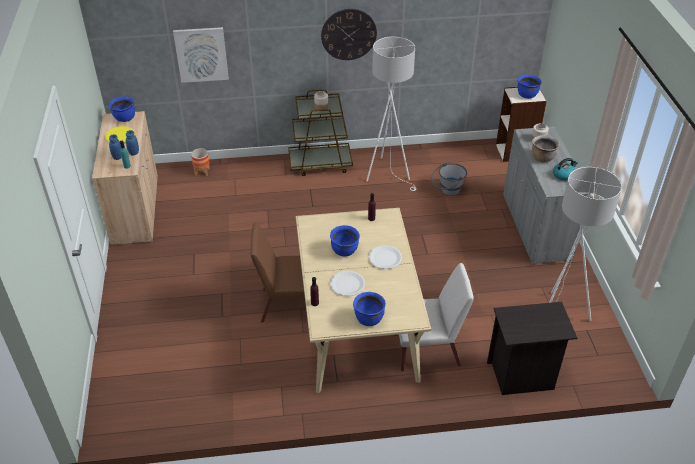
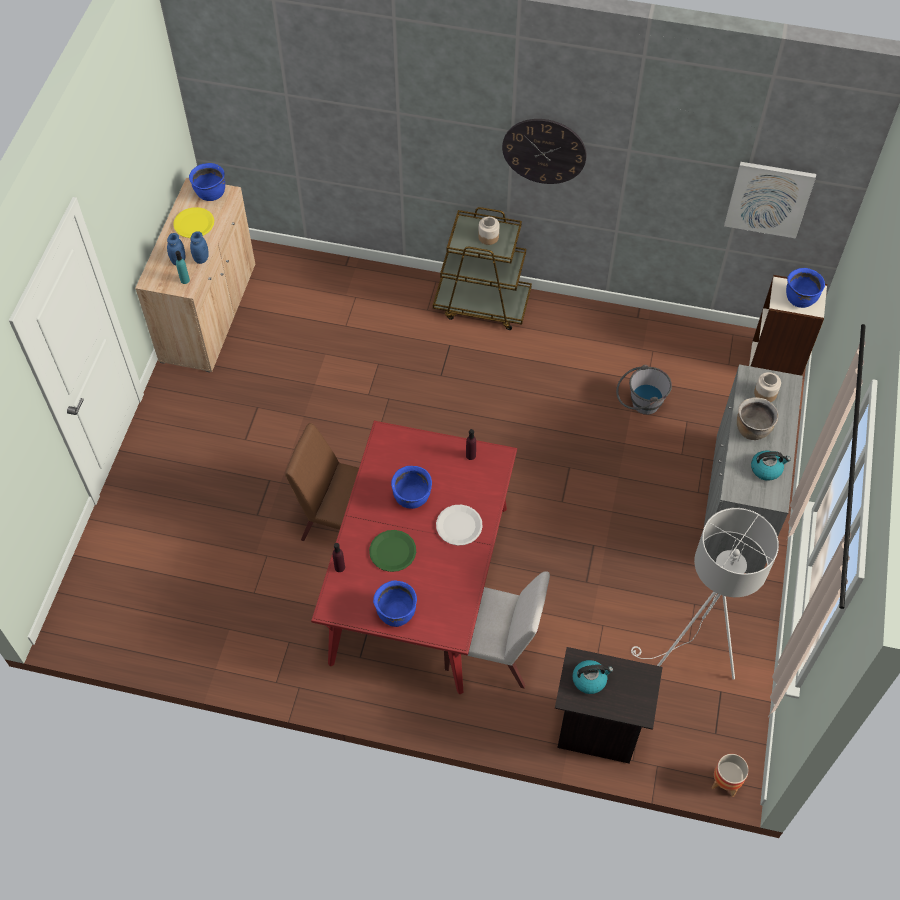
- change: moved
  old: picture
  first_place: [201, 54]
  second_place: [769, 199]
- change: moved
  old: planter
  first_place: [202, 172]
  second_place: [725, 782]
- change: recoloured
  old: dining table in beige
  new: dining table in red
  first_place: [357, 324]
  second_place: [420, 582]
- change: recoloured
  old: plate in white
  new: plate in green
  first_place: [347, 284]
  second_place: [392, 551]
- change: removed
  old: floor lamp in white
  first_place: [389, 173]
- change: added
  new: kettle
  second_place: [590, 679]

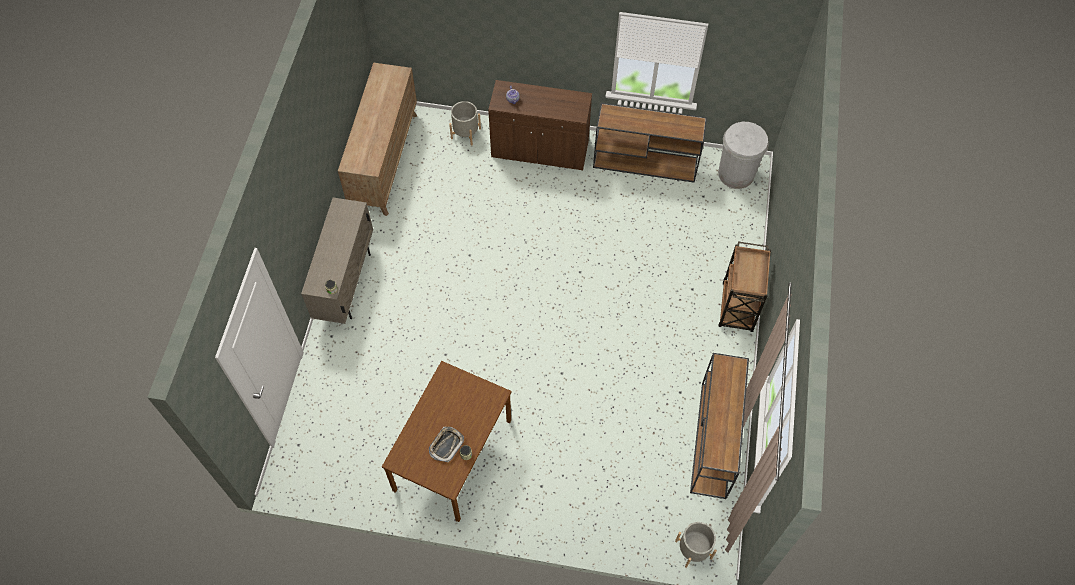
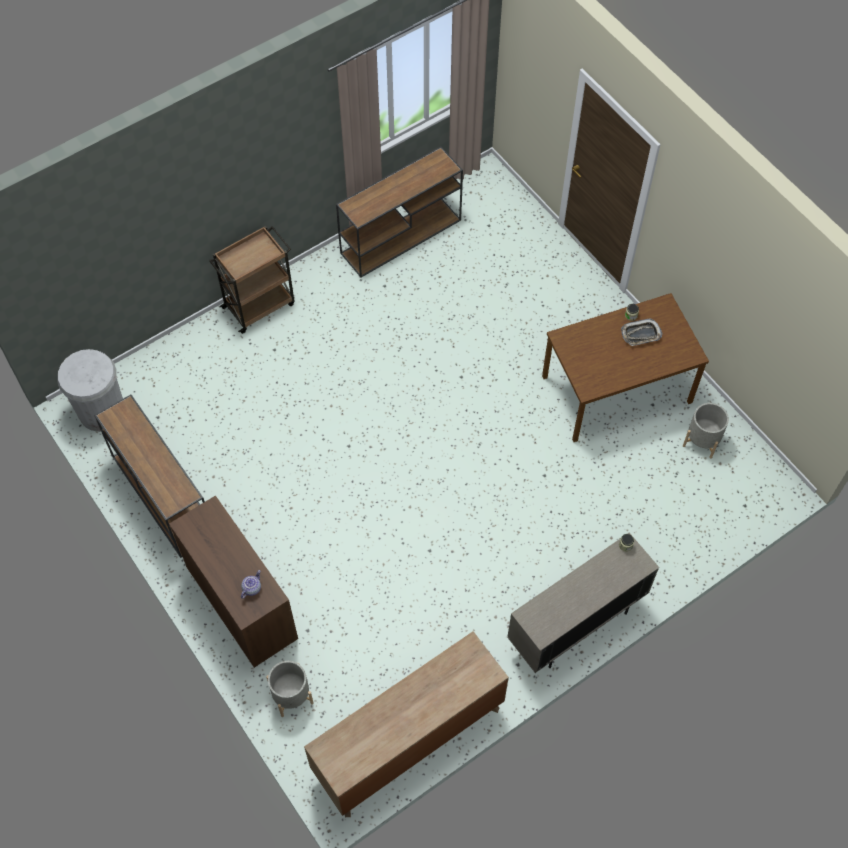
- change: moved
  old: planter in grey
  first_place: [693, 549]
  second_place: [702, 440]

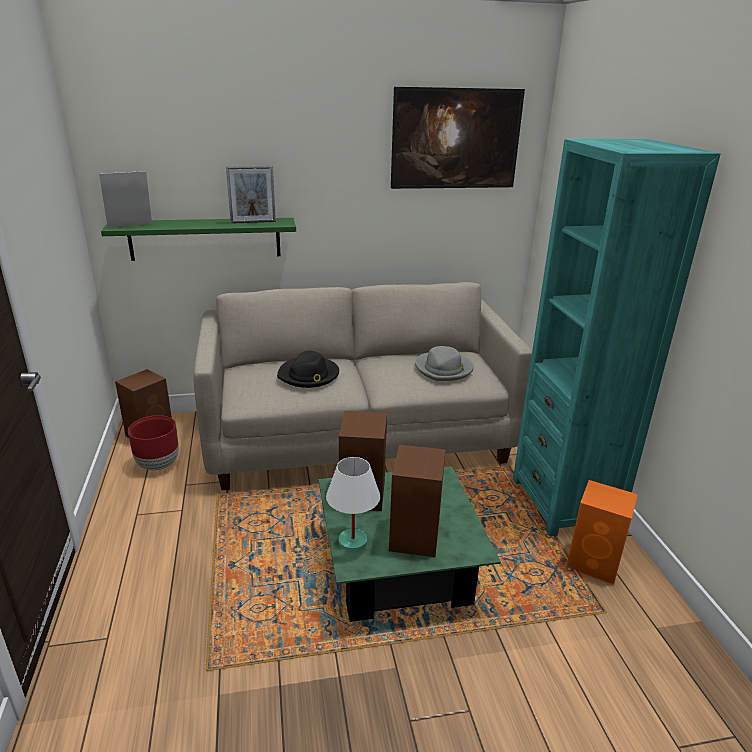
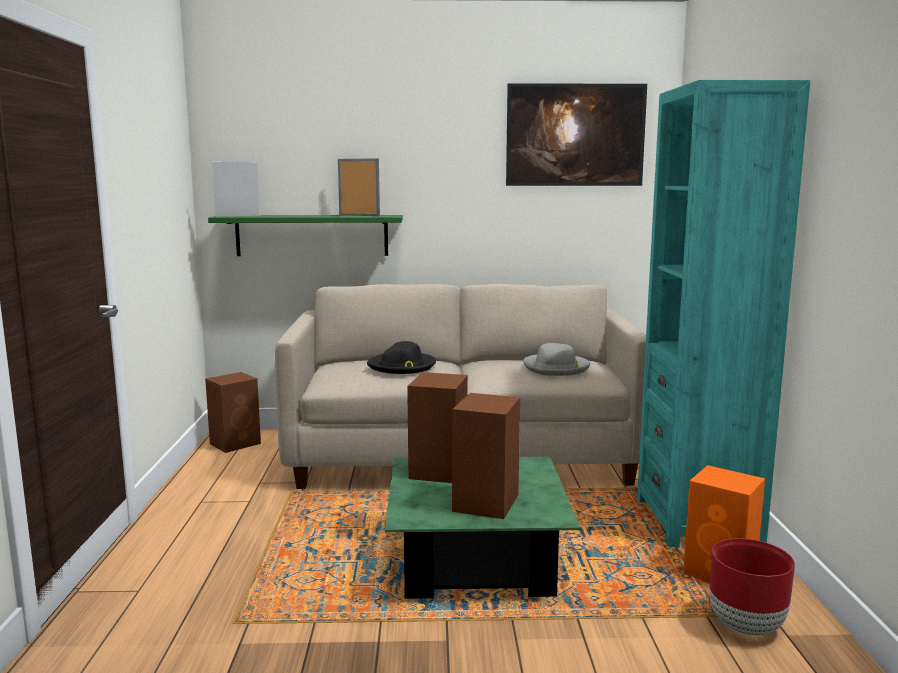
- change: moved
  old: planter in red
  first_place: [157, 465]
  second_place: [745, 626]
- change: turned
  old: picture frame
  first_place: [253, 222]
  second_place: [359, 215]
  degrees: -150
- change: removed
  old: table lamp in white
  first_place: [352, 541]

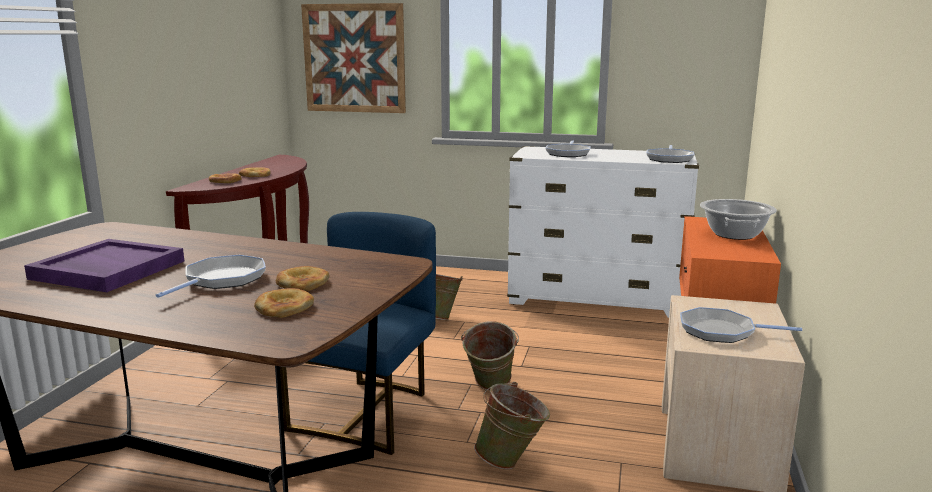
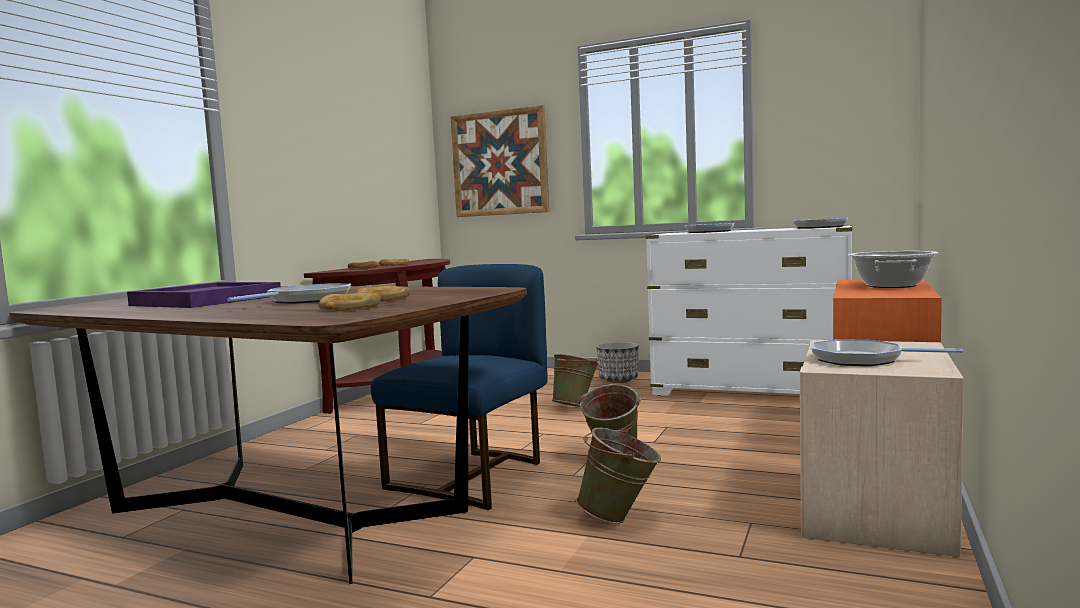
- change: added
  new: planter
  second_place: [618, 380]

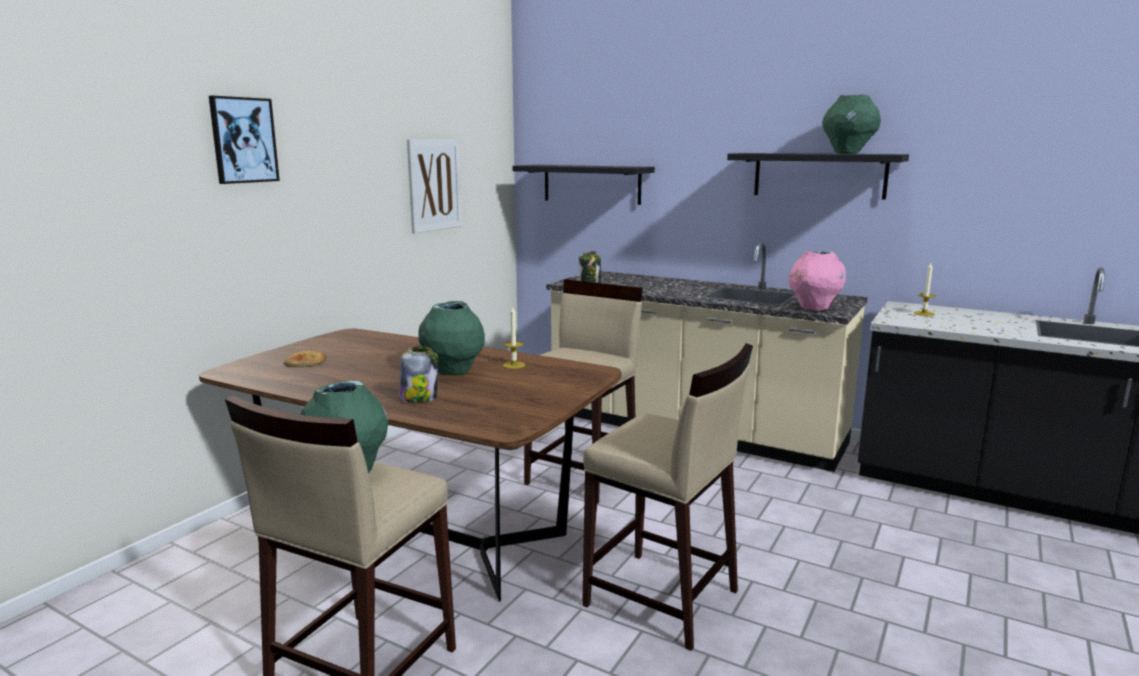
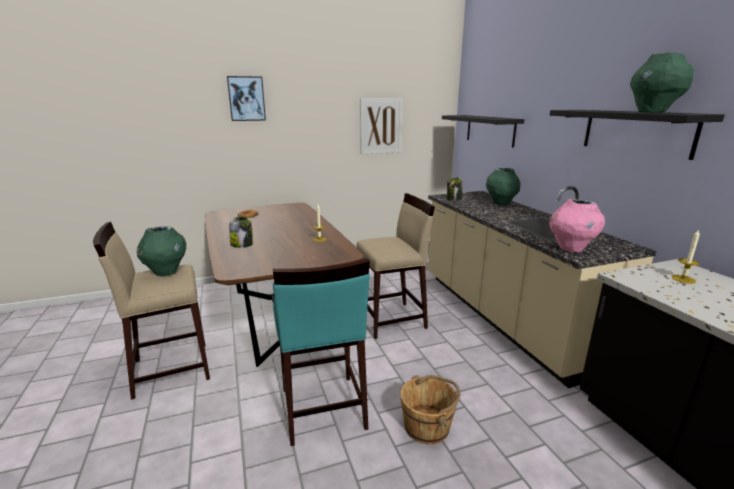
- change: moved
  old: vase in green
  first_place: [453, 372]
  second_place: [501, 203]
- change: recoloured
  old: stool in beige
  new: stool in turquoise
  first_place: [662, 599]
  second_place: [322, 409]
- change: added
  new: bucket in brown
  second_place: [427, 426]

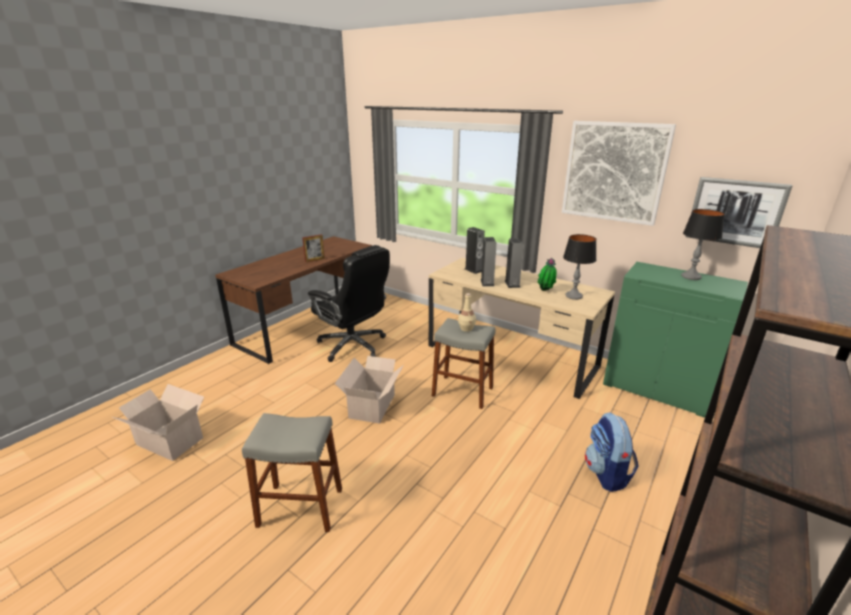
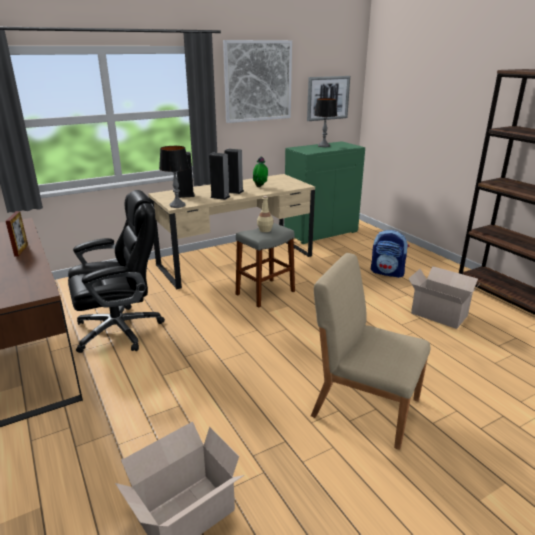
- change: replaced
  old: stool in grey
  new: chair in beige
  first_place: [300, 507]
  second_place: [364, 406]
- change: moved
  old: cardboard box
  first_place: [373, 405]
  second_place: [437, 314]
- change: moved
  old: table lamp
  first_place: [574, 296]
  second_place: [177, 205]

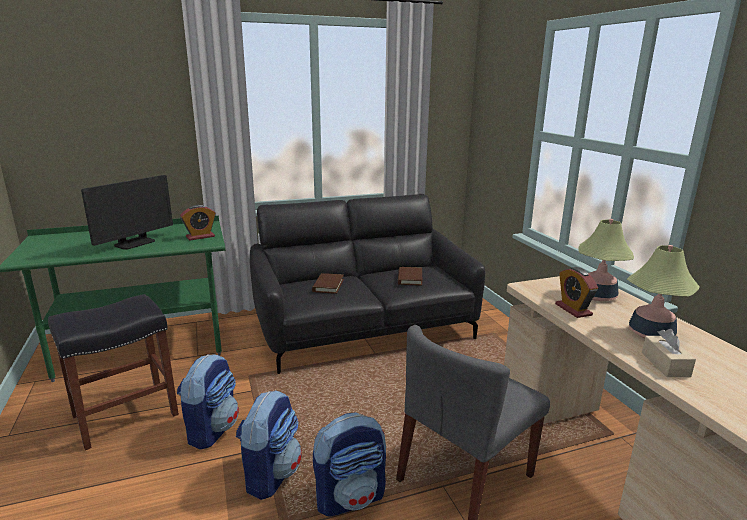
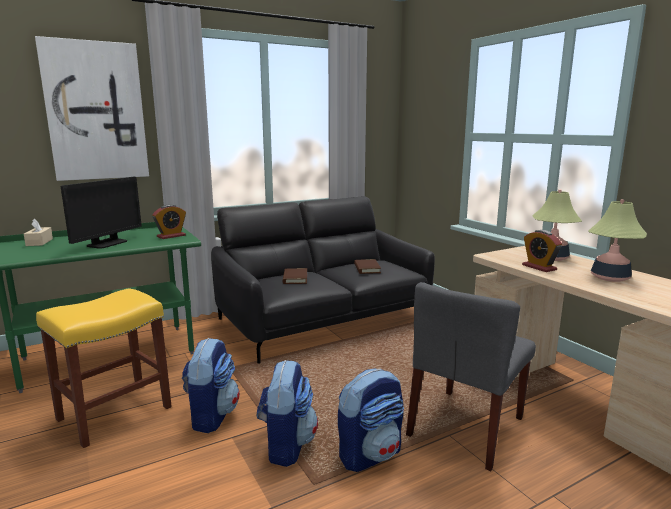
- change: recoloured
  old: stool in black
  new: stool in yellow
  first_place: [124, 416]
  second_place: [113, 414]
- change: moved
  old: tissue box in beige
  first_place: [665, 364]
  second_place: [39, 242]
- change: added
  new: picture
  second_place: [96, 111]

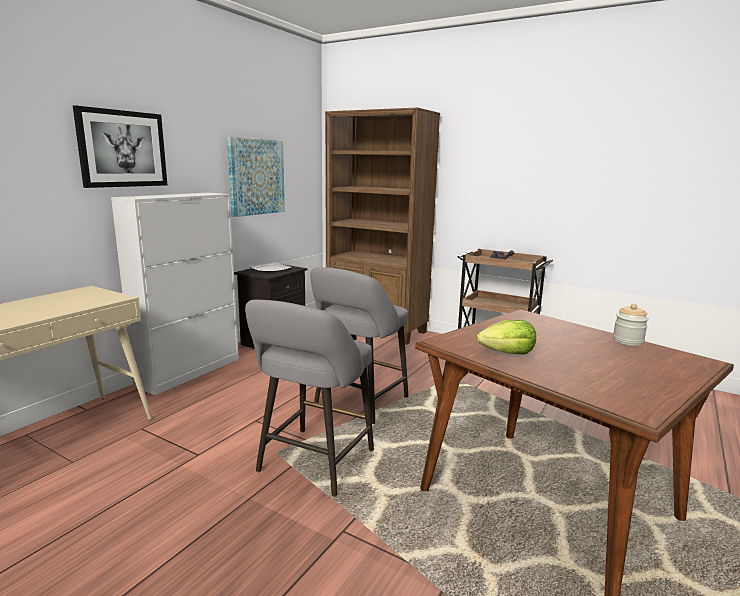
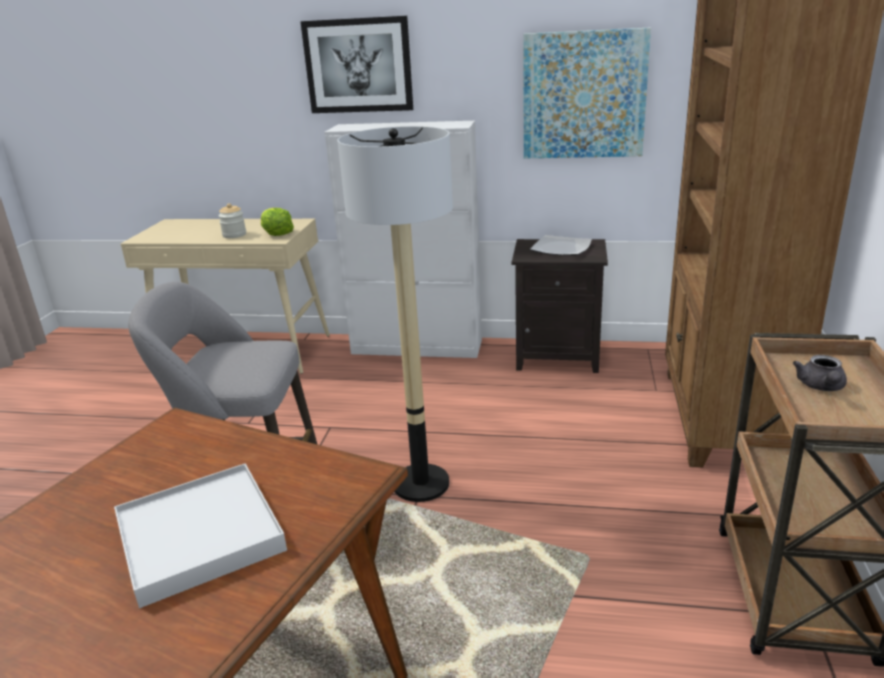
- change: replaced
  old: stool in grey
  new: floor lamp
  first_place: [358, 403]
  second_place: [420, 483]
- change: moved
  old: lettuce
  first_place: [507, 353]
  second_place: [276, 233]
- change: moved
  old: jar
  first_place: [627, 341]
  second_place: [234, 235]
- change: added
  new: tray in white
  second_place: [199, 536]

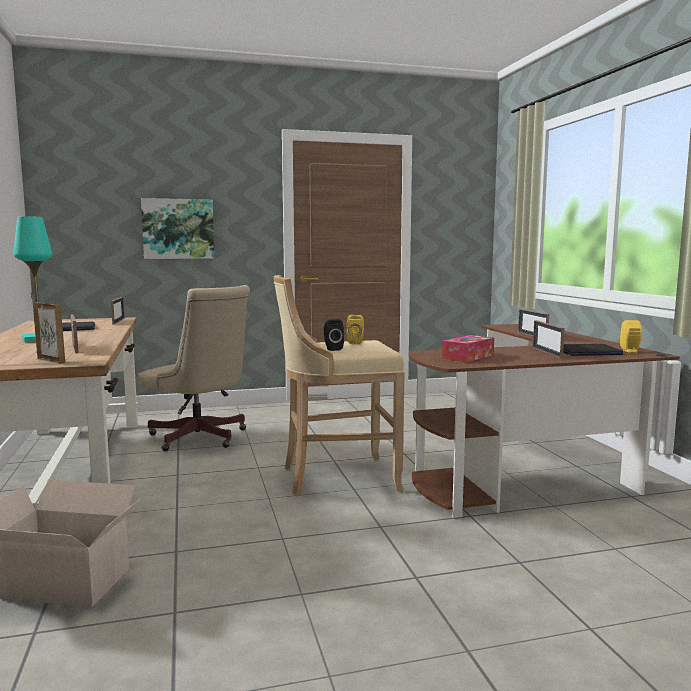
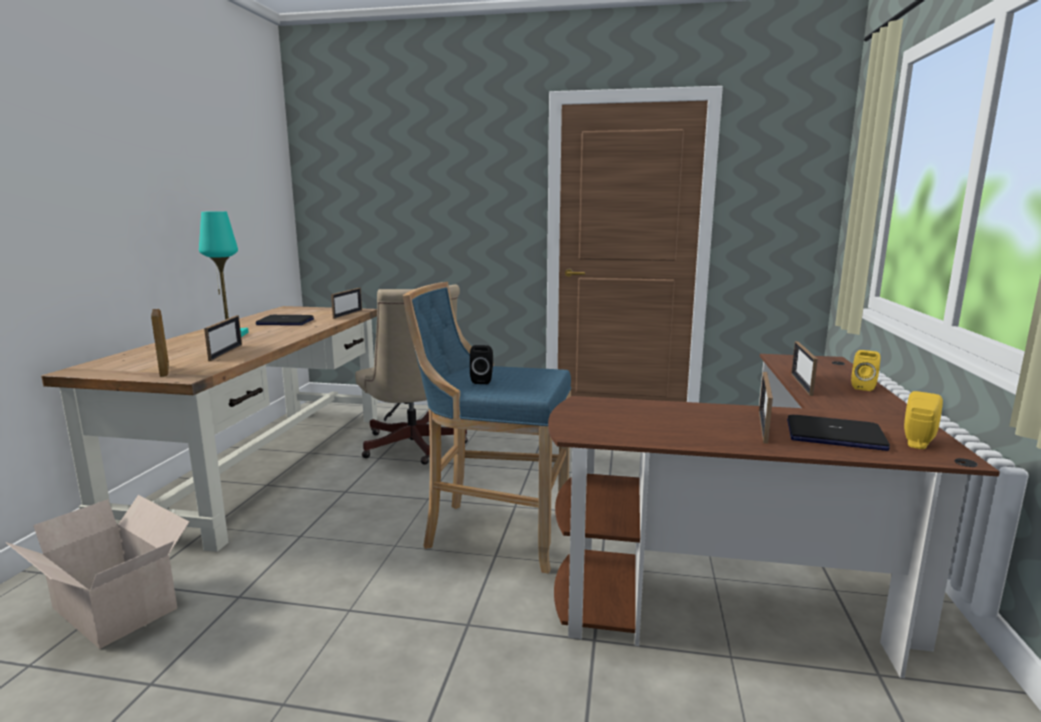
- change: removed
  old: picture
  first_place: [178, 229]
- change: recoloured
  old: stool in beige
  new: stool in blue
  first_place: [336, 477]
  second_place: [493, 532]
- change: moved
  old: speaker in yellow
  first_place: [356, 342]
  second_place: [863, 387]
- change: removed
  old: tissue box
  first_place: [468, 357]

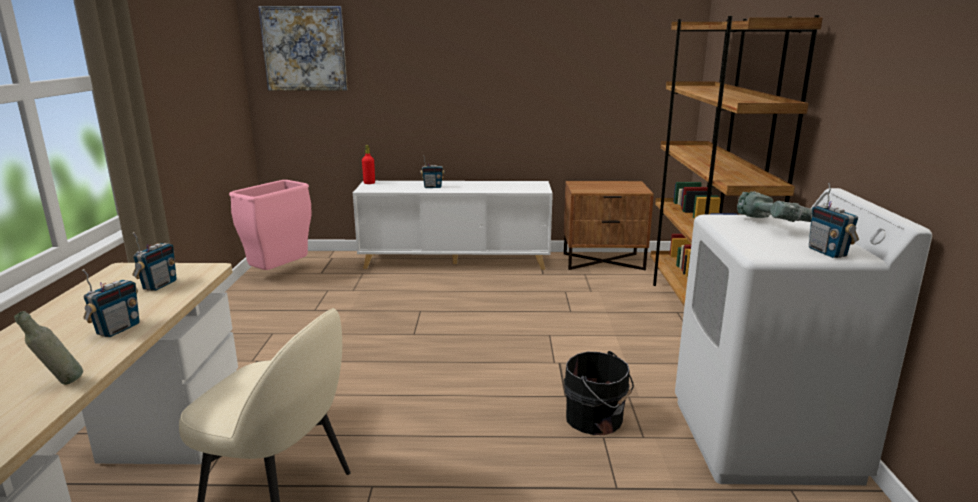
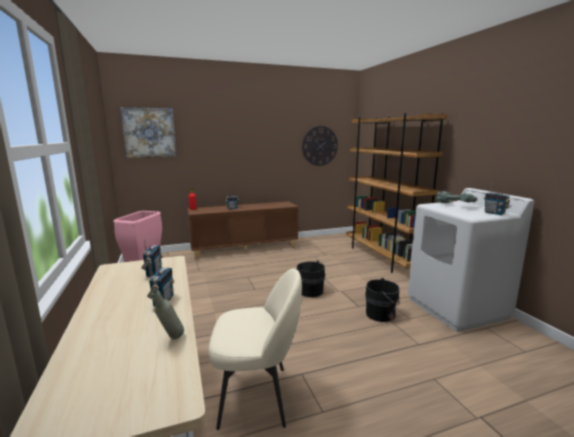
- change: recoloured
  old: cabinet in white
  new: cabinet in brown
  first_place: [456, 261]
  second_place: [245, 249]
- change: removed
  old: nightstand in brown
  first_place: [603, 261]
- change: added
  new: bucket in black
  second_place: [309, 291]
- change: added
  new: wall clock
  second_place: [320, 146]

